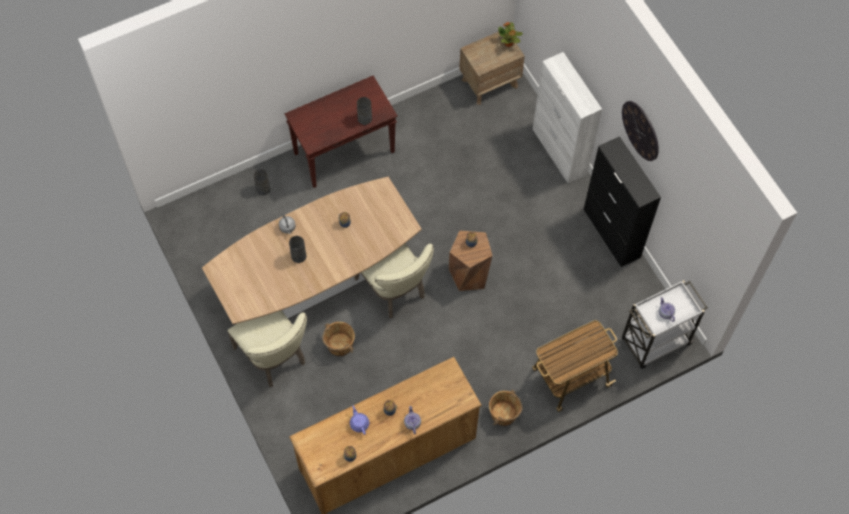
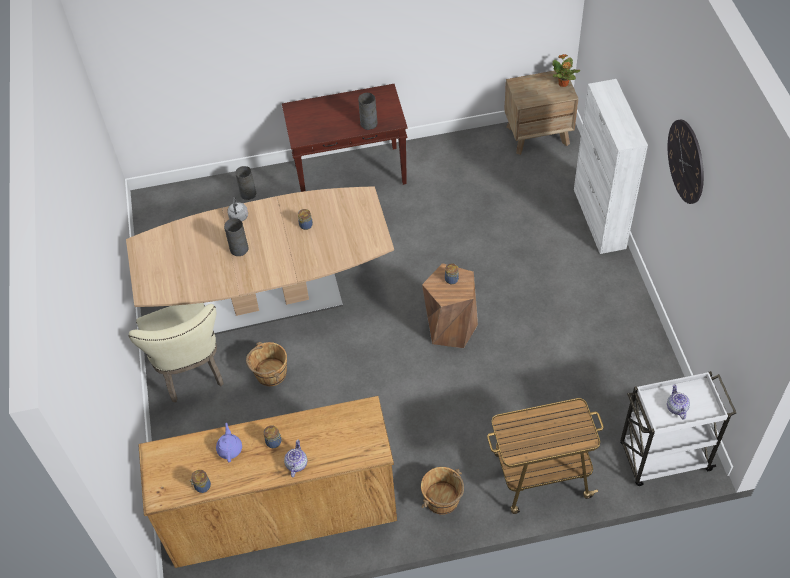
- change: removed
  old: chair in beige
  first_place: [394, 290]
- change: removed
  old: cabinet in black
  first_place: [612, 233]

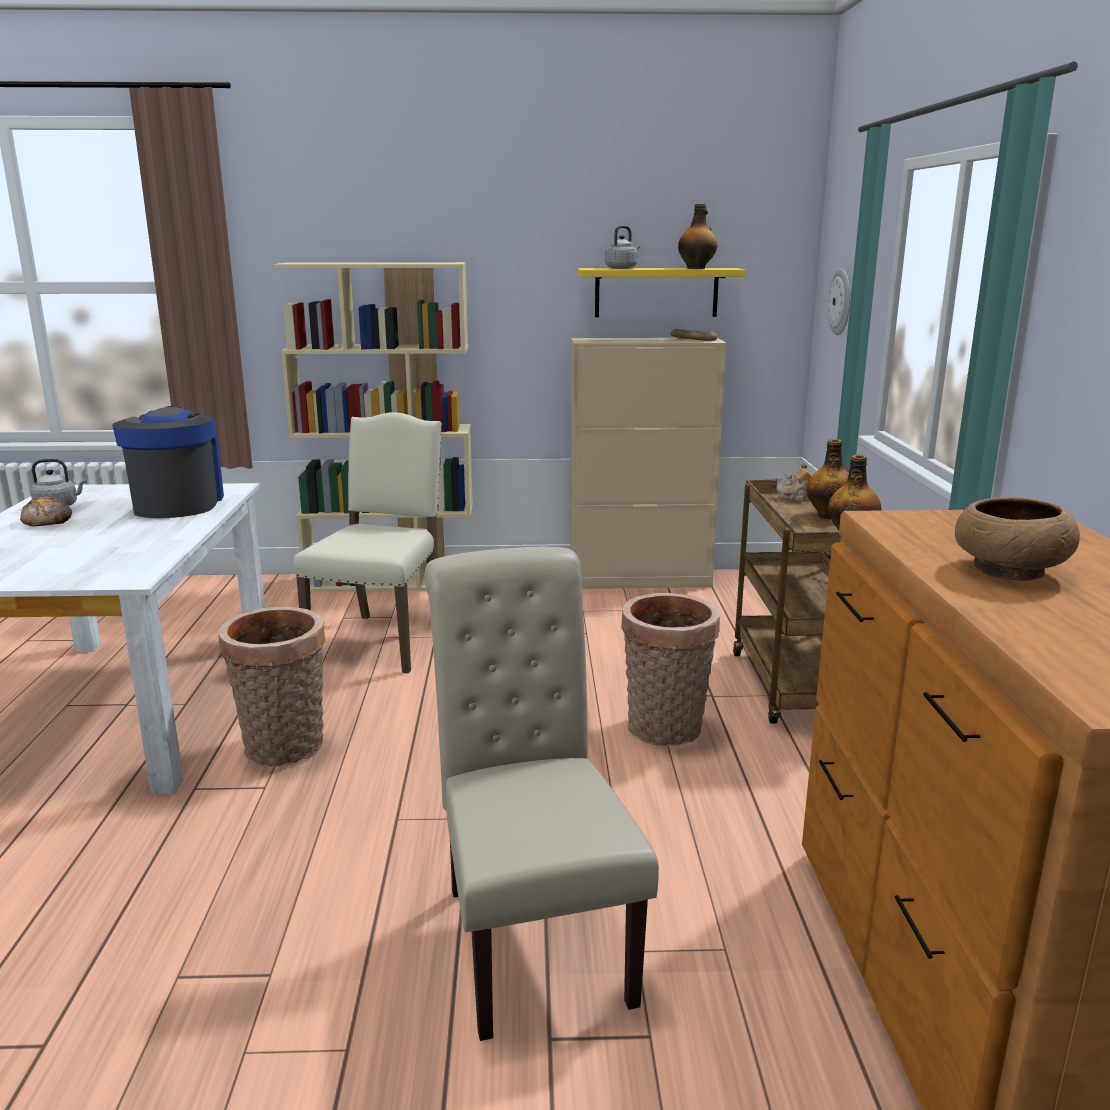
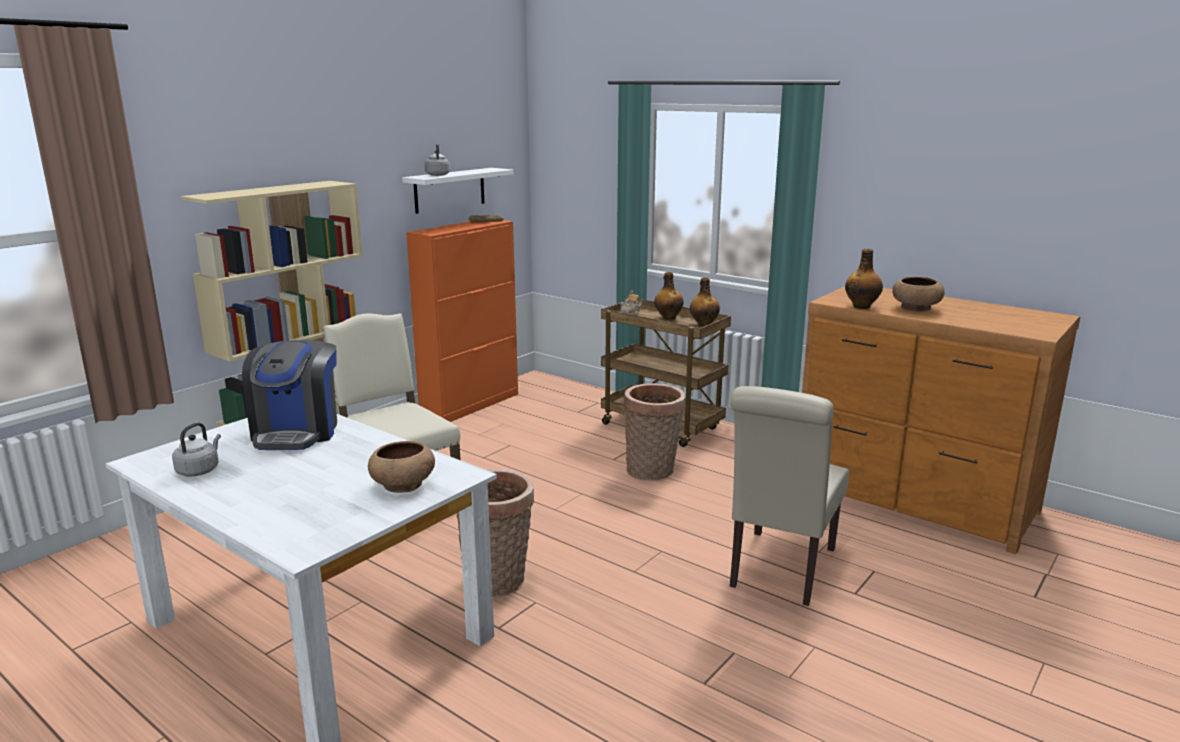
- change: removed
  old: bread
  first_place: [48, 521]
- change: turned
  old: coffee machine
  first_place: [177, 503]
  second_place: [297, 432]
  degrees: -120
- change: turned
  old: chair in beige
  first_place: [531, 934]
  second_place: [779, 571]
  degrees: -90
- change: recoloured
  old: cabinet in beige
  new: cabinet in orange
  first_place: [640, 580]
  second_place: [471, 405]
- change: recoloured
  old: shelf in yellow
  new: shelf in white
  first_place: [656, 292]
  second_place: [450, 190]
- change: moved
  old: bottle
  first_place: [696, 268]
  second_place: [862, 306]
- change: removed
  old: wall clock
  first_place: [841, 302]
- change: added
  new: bowl in brown
  second_place: [402, 485]

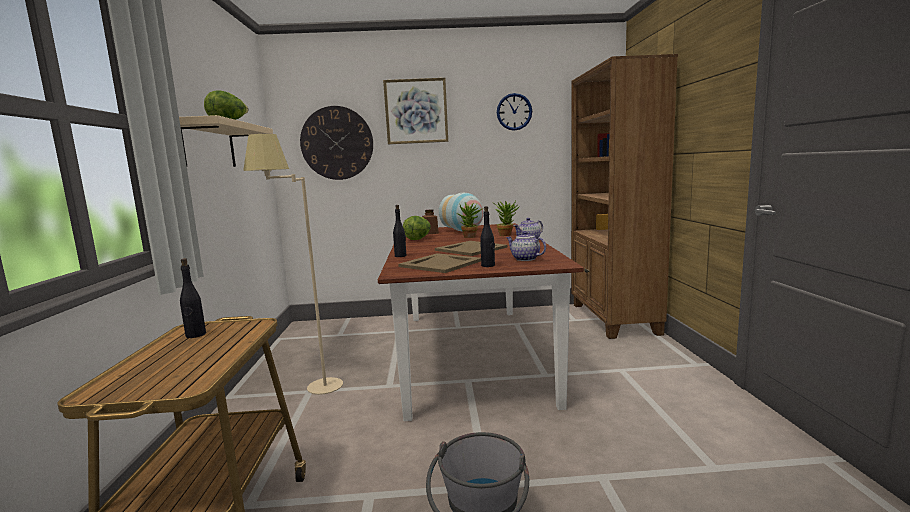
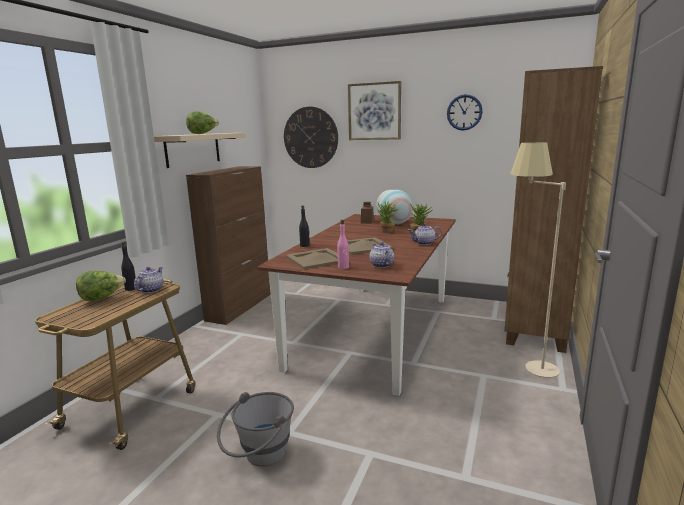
- change: moved
  old: floor lamp in beige
  first_place: [308, 389]
  second_place: [527, 368]
- change: moved
  old: lettuce
  first_place: [418, 239]
  second_place: [102, 298]
- change: recoloured
  old: bottle in black
  new: bottle in pink
  first_place: [488, 265]
  second_place: [343, 267]
- change: added
  new: teapot
  second_place: [151, 290]
- change: added
  new: cabinet in brown
  second_place: [240, 306]

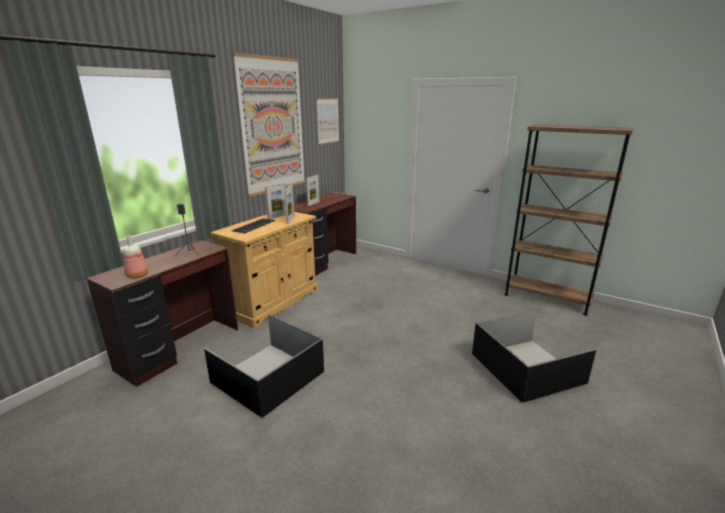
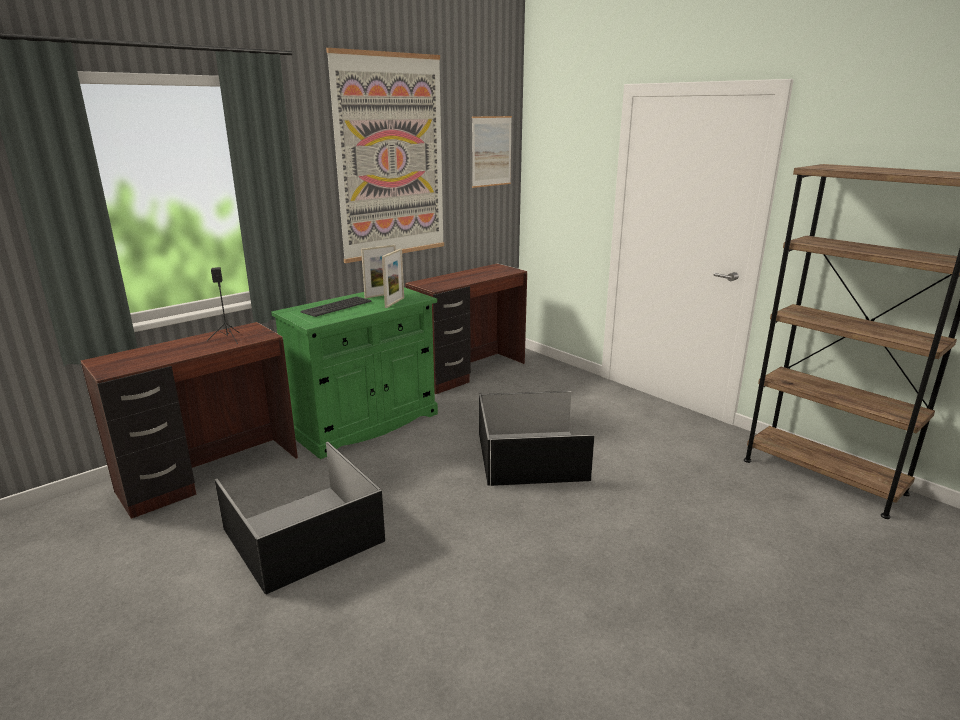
- change: removed
  old: bottle
  first_place: [137, 275]
- change: recoloured
  old: cabinet in beige
  new: cabinet in green
  first_place: [273, 302]
  second_place: [365, 423]
- change: removed
  old: picture frame
  first_place: [313, 204]
- change: moved
  old: storage box in black
  first_place: [527, 369]
  second_place: [531, 457]

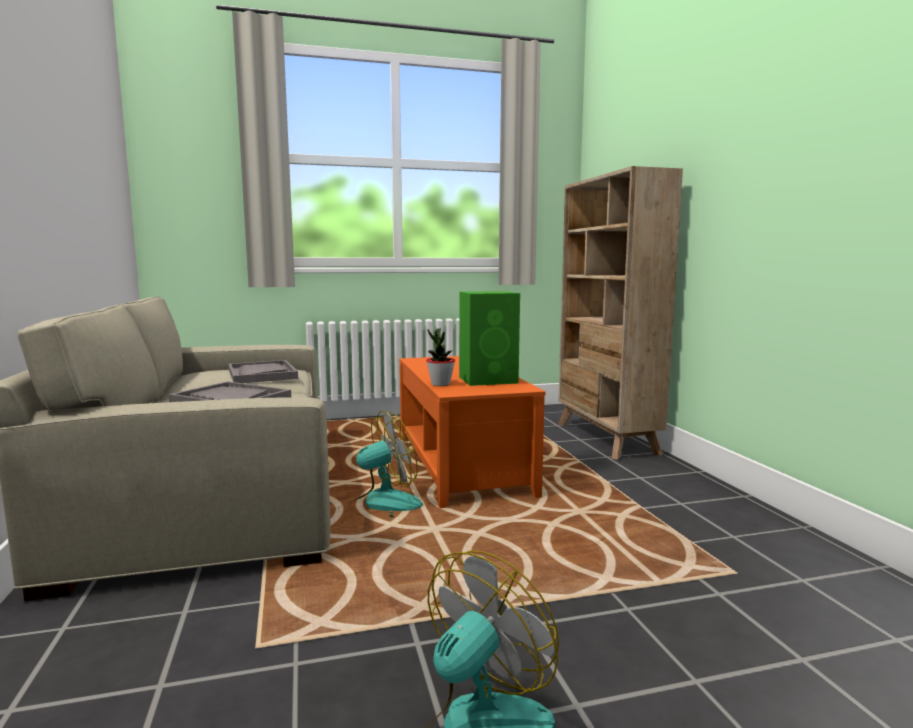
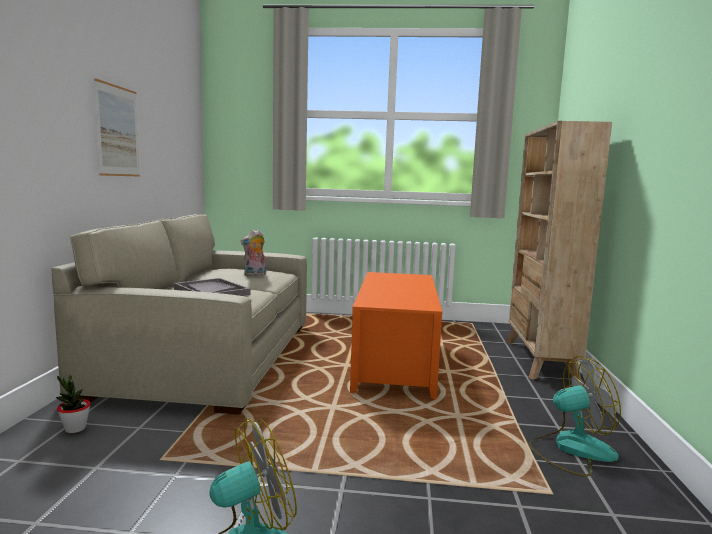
- change: replaced
  old: tray in grey
  new: plush toy
  first_place: [262, 374]
  second_place: [255, 275]
- change: moved
  old: fan
  first_place: [379, 507]
  second_place: [571, 449]
- change: moved
  old: potted plant
  first_place: [440, 384]
  second_place: [75, 429]
- change: removed
  old: speaker in green
  first_place: [489, 380]
- change: added
  new: picture
  second_place: [118, 131]

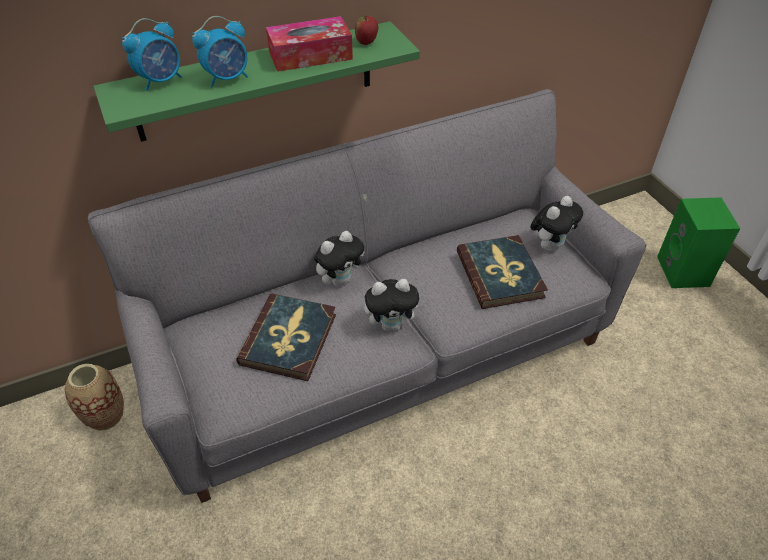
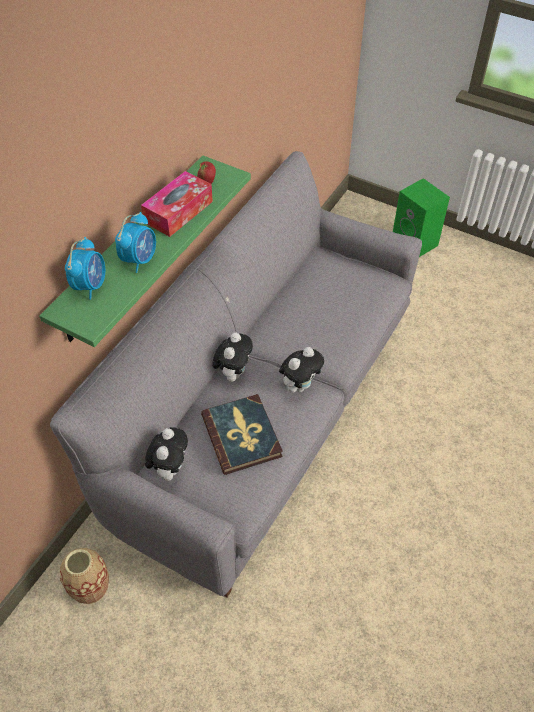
- change: removed
  old: book
  first_place: [500, 274]
- change: moved
  old: plush toy
  first_place: [550, 245]
  second_place: [169, 468]

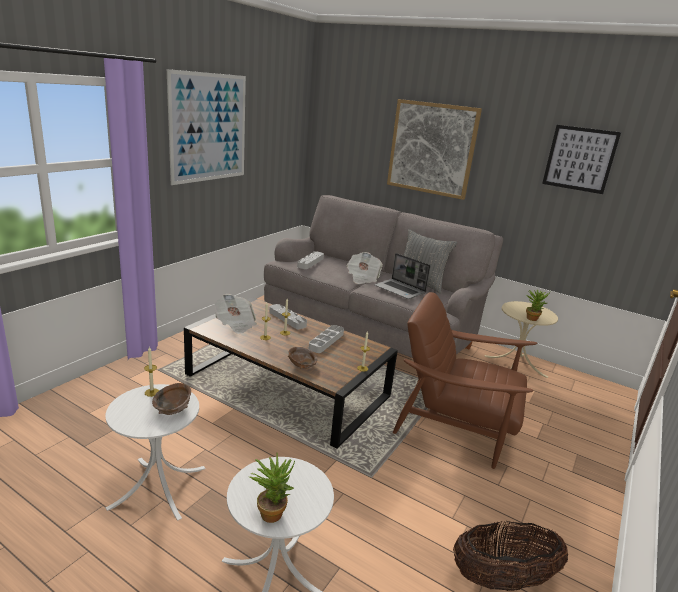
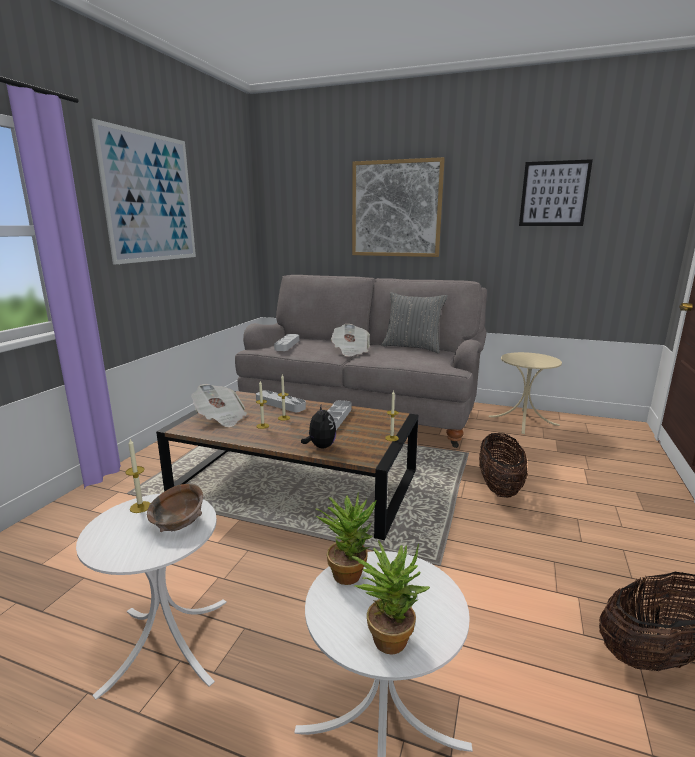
- change: replaced
  old: bowl in brown
  new: plush toy
  first_place: [302, 365]
  second_place: [320, 447]
- change: removed
  old: laptop
  first_place: [400, 290]
- change: replaced
  old: armchair in brown
  new: basket
  first_place: [456, 424]
  second_place: [499, 487]
- change: moved
  old: potted plant
  first_place: [532, 318]
  second_place: [349, 571]

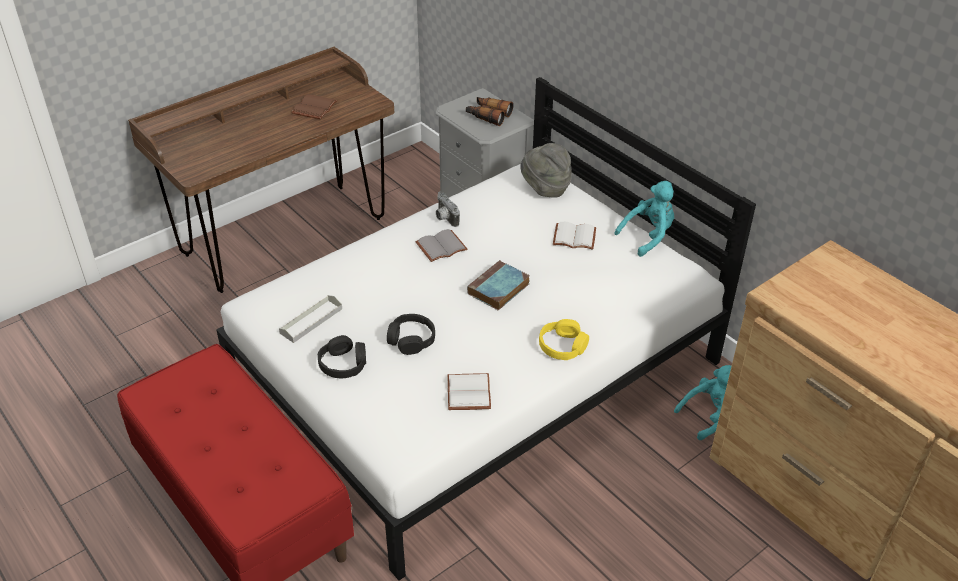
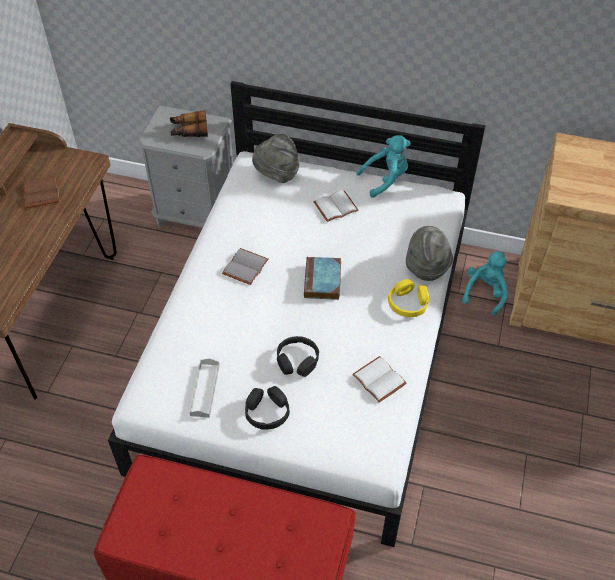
- change: removed
  old: photo camera
  first_place: [445, 218]
- change: turned
  old: plush toy in turquoise
  first_place: [648, 236]
  second_place: [385, 179]
  degrees: 45
- change: added
  new: hat in grey
  second_place: [426, 266]

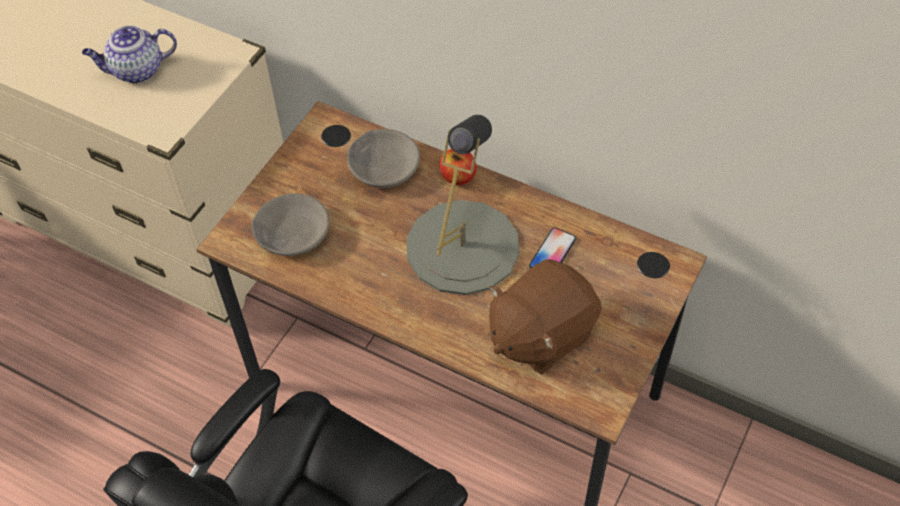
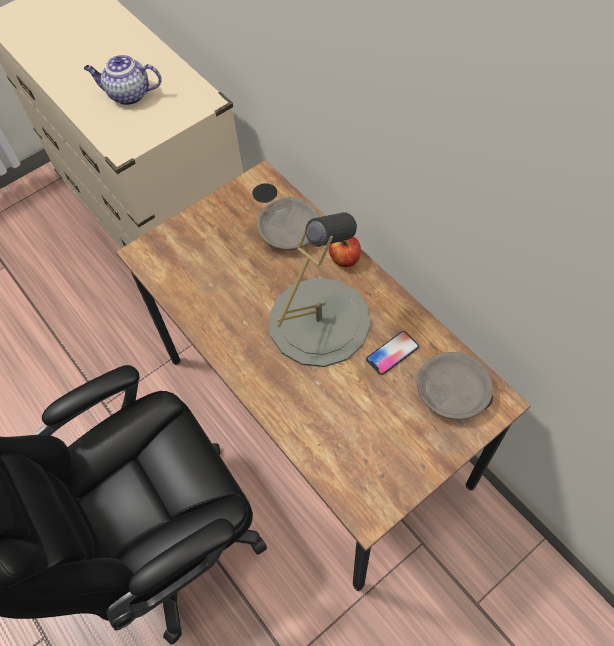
- change: moved
  old: bowl in grey
  first_place: [291, 233]
  second_place: [451, 391]
- change: removed
  old: plush toy in brown
  first_place: [540, 334]

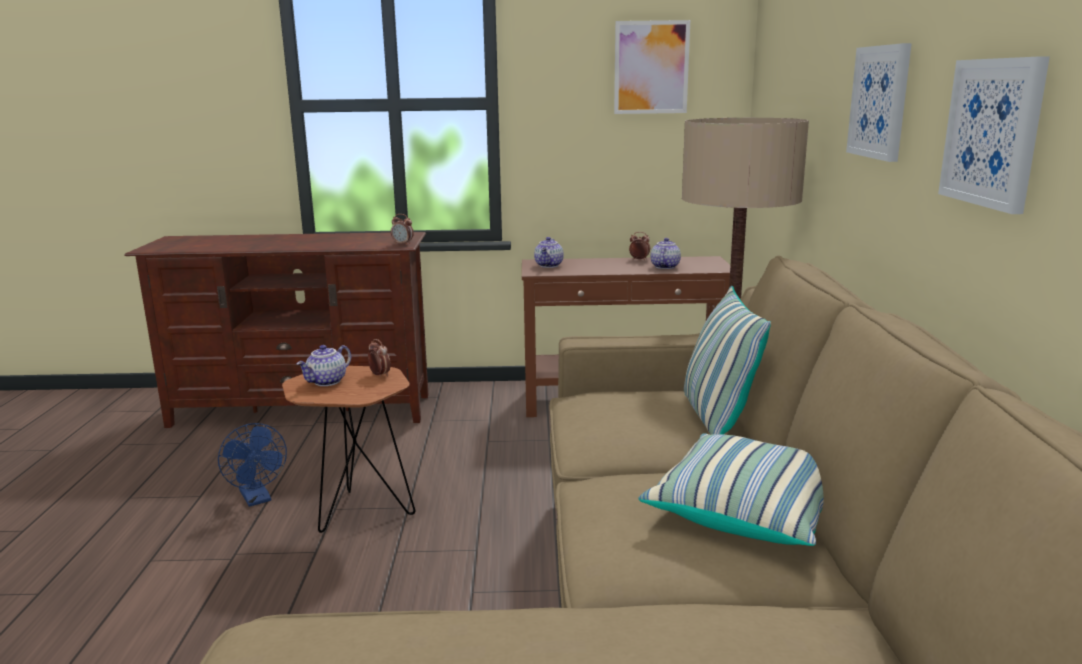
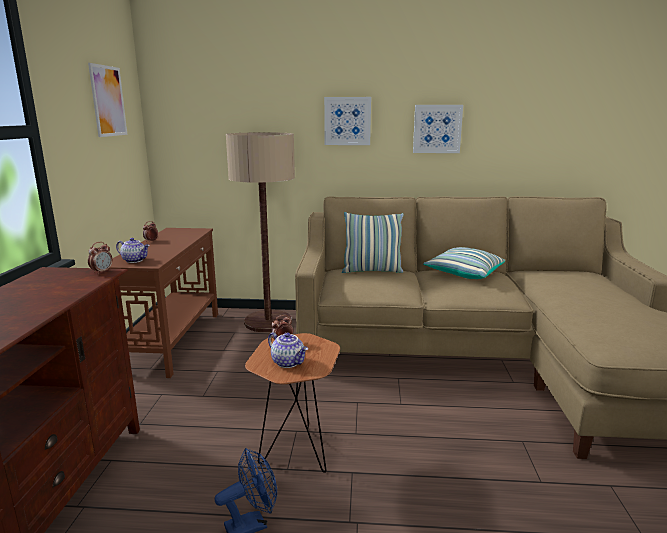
- change: removed
  old: teapot
  first_place: [664, 267]

